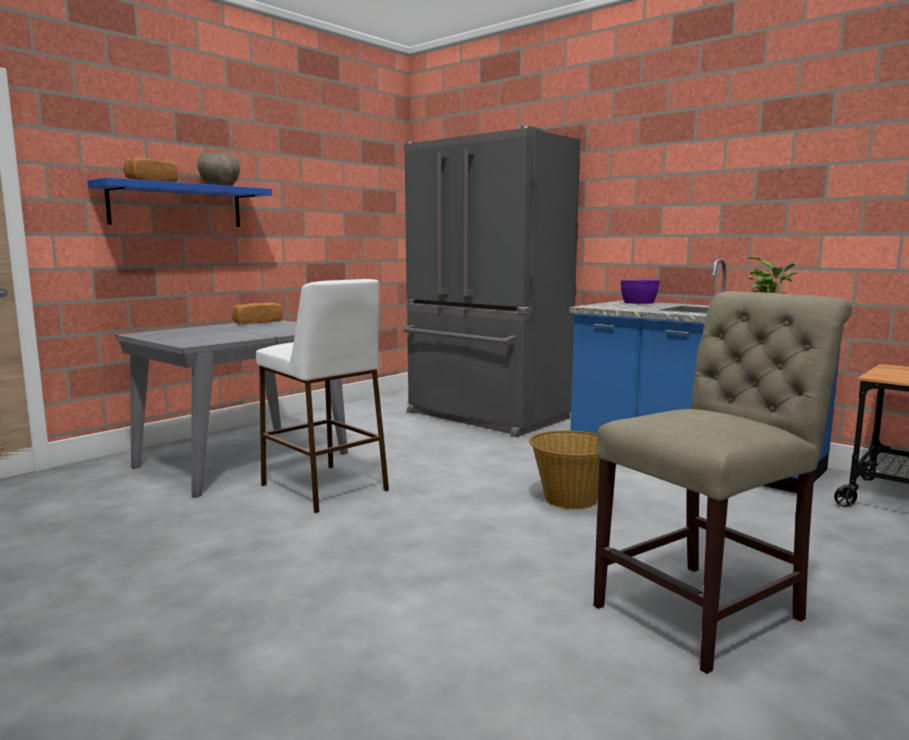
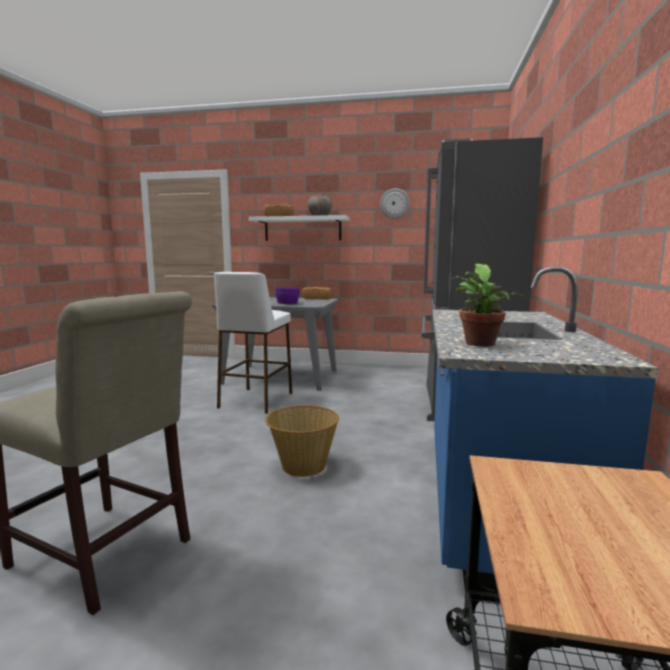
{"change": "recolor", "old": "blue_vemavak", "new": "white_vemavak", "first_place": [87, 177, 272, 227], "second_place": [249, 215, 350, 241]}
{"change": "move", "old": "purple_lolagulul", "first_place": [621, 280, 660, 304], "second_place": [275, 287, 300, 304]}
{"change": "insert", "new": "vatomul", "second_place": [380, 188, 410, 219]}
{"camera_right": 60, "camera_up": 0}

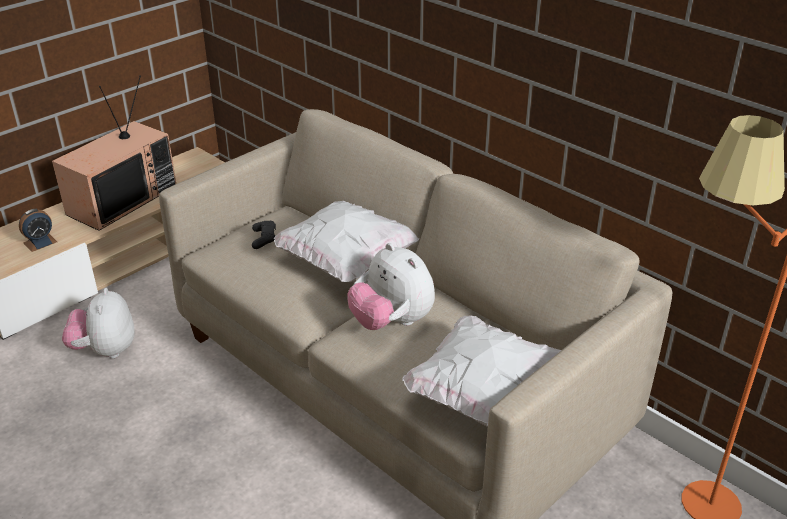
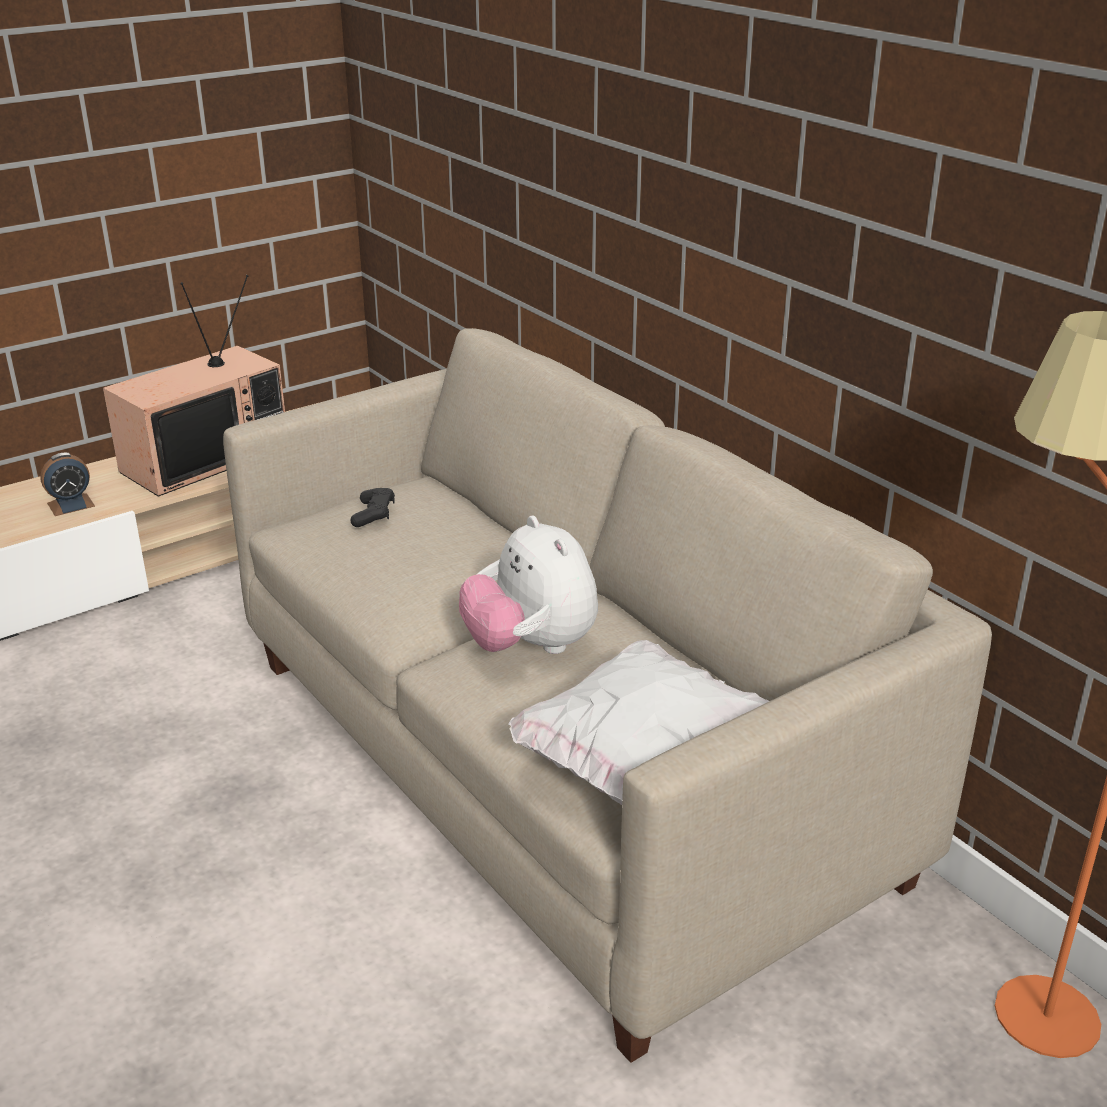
{"change": "delete", "old": "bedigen", "first_place": [62, 288, 135, 358]}
{"change": "delete", "old": "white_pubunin", "first_place": [274, 201, 419, 282]}
{"camera_right": 10, "camera_up": -5}

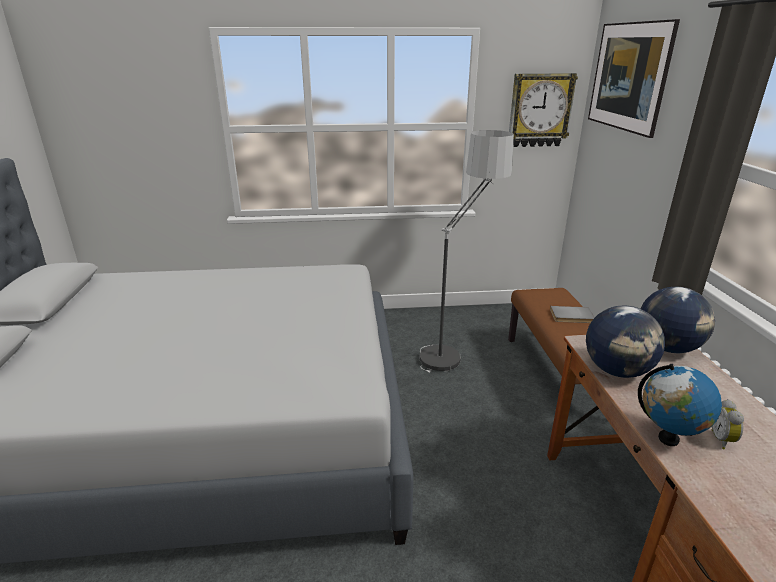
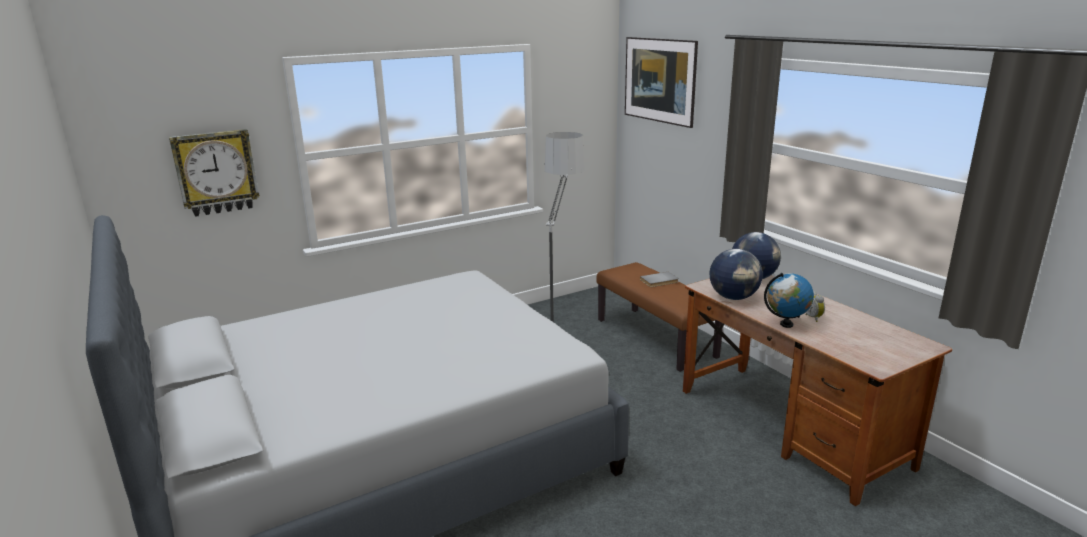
{"change": "move", "old": "vatomul", "first_place": [509, 73, 578, 147], "second_place": [169, 129, 260, 217]}
{"camera_right": -25, "camera_up": -5}

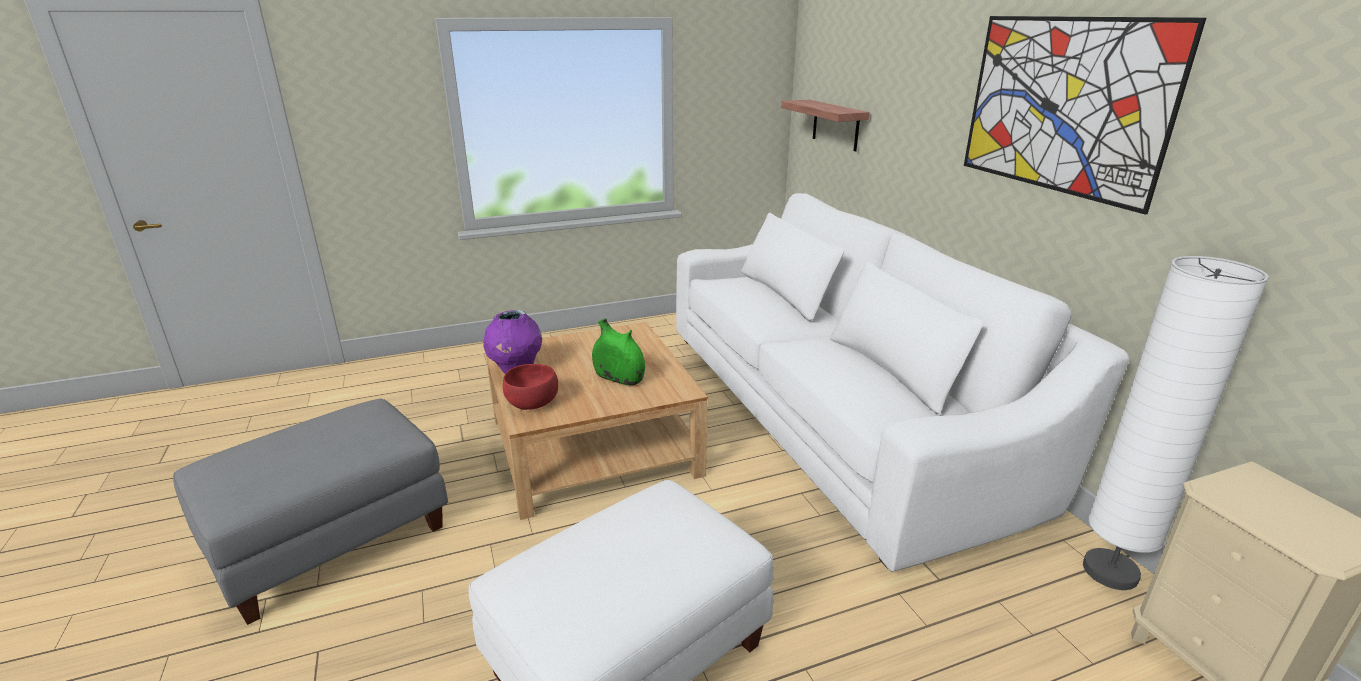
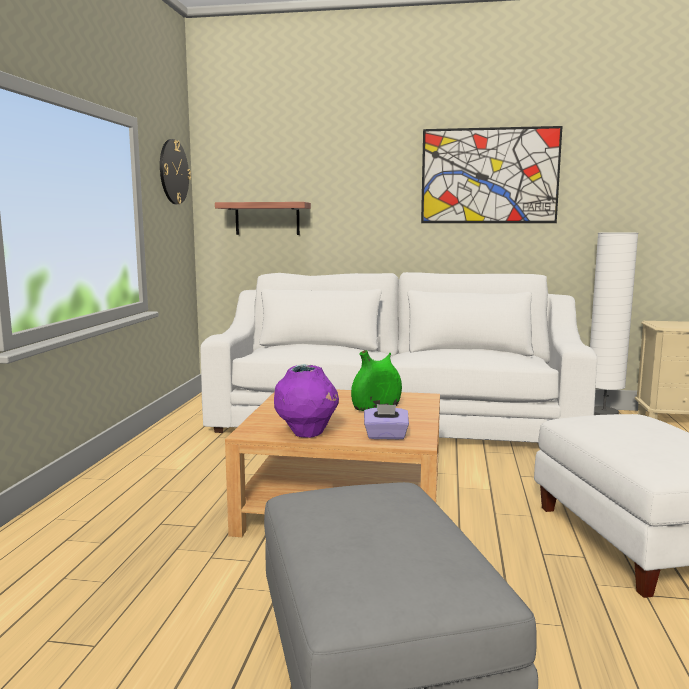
{"change": "replace", "old": "red_lolagulul", "new": "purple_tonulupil", "first_place": [503, 364, 558, 410], "second_place": [364, 404, 409, 439]}
{"change": "insert", "new": "vatomul", "second_place": [160, 139, 191, 204]}
{"camera_right": -60, "camera_up": -15}

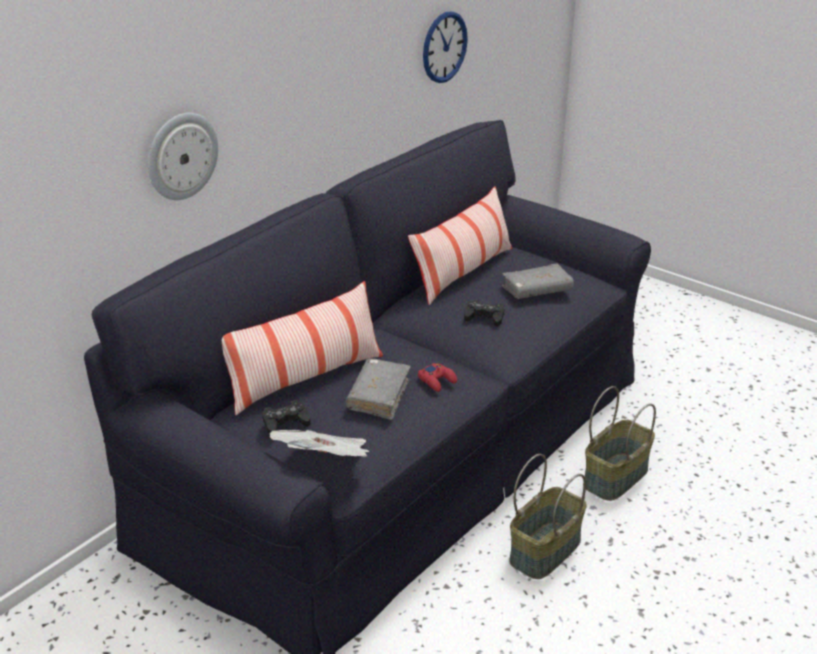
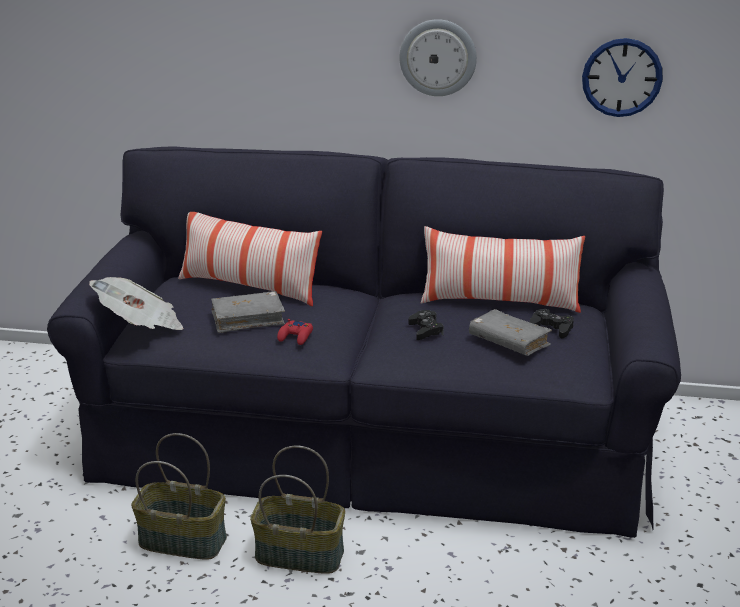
{"change": "move", "old": "vatomul", "first_place": [148, 113, 218, 200], "second_place": [399, 19, 477, 96]}
{"change": "move", "old": "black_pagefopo", "first_place": [262, 400, 311, 435], "second_place": [530, 309, 574, 339]}
{"change": "move", "old": "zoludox", "first_place": [583, 386, 656, 501], "second_place": [131, 433, 227, 559]}
{"camera_right": 60, "camera_up": -5}

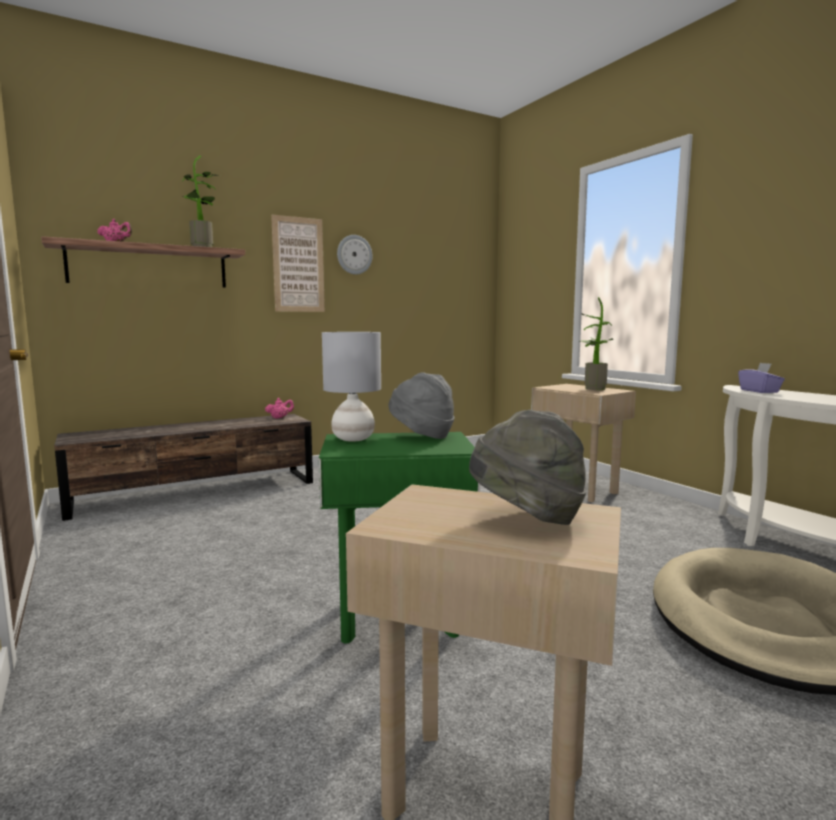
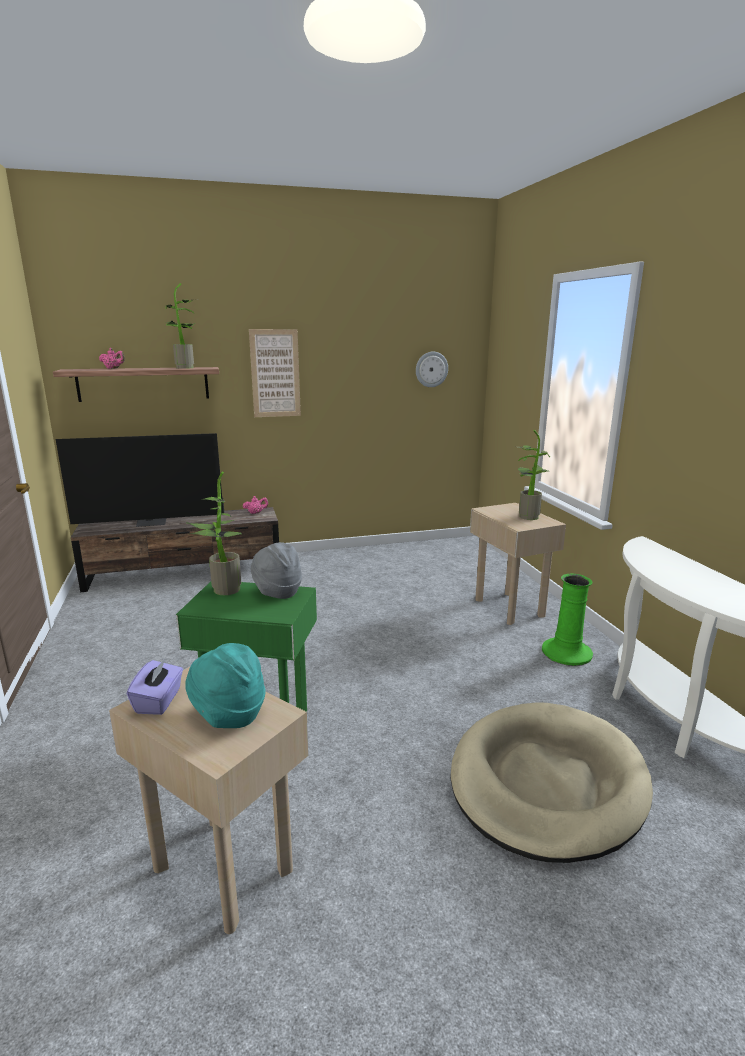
{"change": "replace", "old": "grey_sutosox", "new": "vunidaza", "first_place": [322, 332, 381, 442], "second_place": [186, 471, 242, 595]}
{"change": "move", "old": "vatomul", "first_place": [337, 235, 373, 275], "second_place": [416, 352, 448, 387]}
{"change": "recolor", "old": "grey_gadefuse", "new": "turquoise_gadefuse", "first_place": [469, 410, 586, 525], "second_place": [185, 643, 266, 728]}
{"change": "move", "old": "purple_tonulupil", "first_place": [738, 363, 785, 393], "second_place": [127, 659, 183, 715]}
{"change": "insert", "new": "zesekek", "second_place": [56, 433, 224, 527]}
{"change": "insert", "new": "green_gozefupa", "second_place": [542, 574, 593, 666]}
{"camera_right": 15, "camera_up": 10}

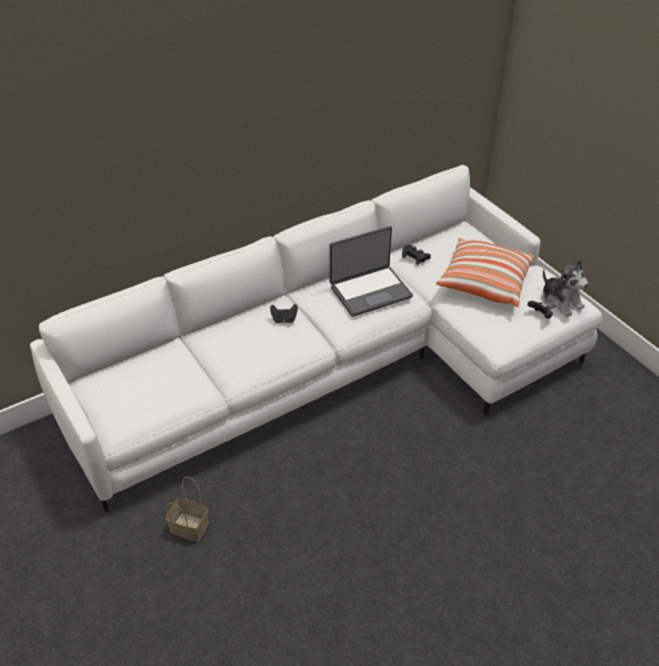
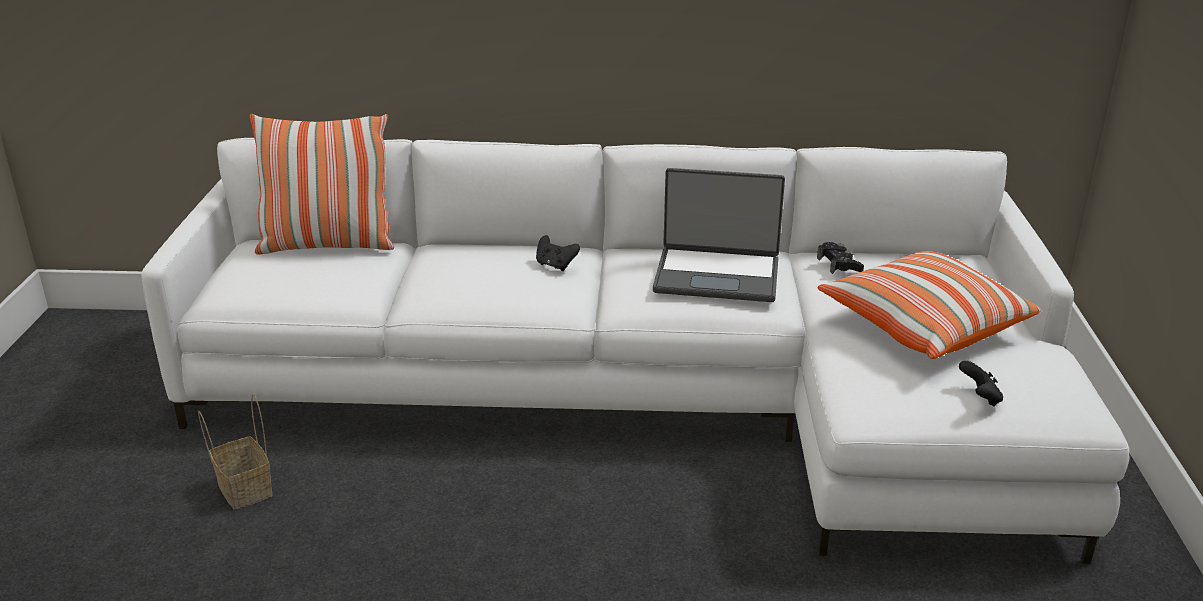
{"change": "delete", "old": "bedigen", "first_place": [543, 259, 589, 317]}
{"change": "insert", "new": "pubunin", "second_place": [250, 114, 394, 255]}
{"camera_right": 35, "camera_up": -15}

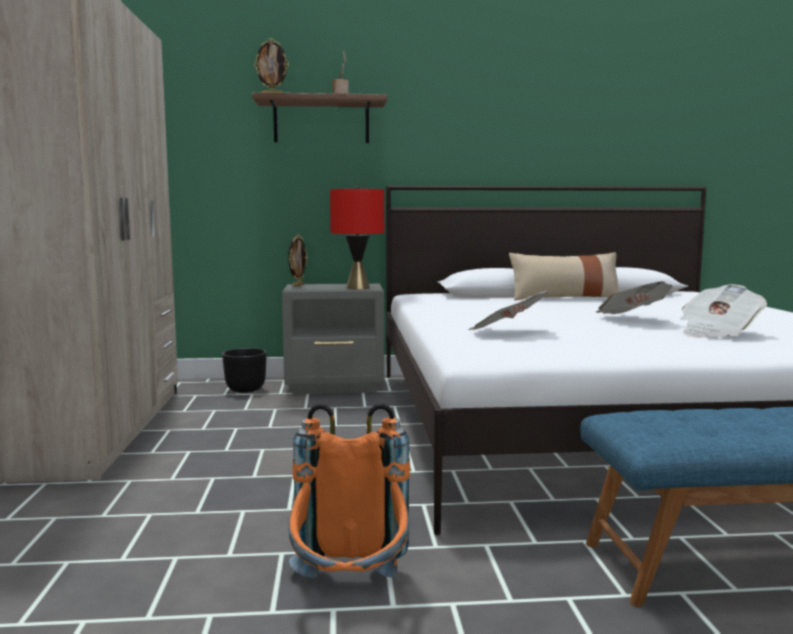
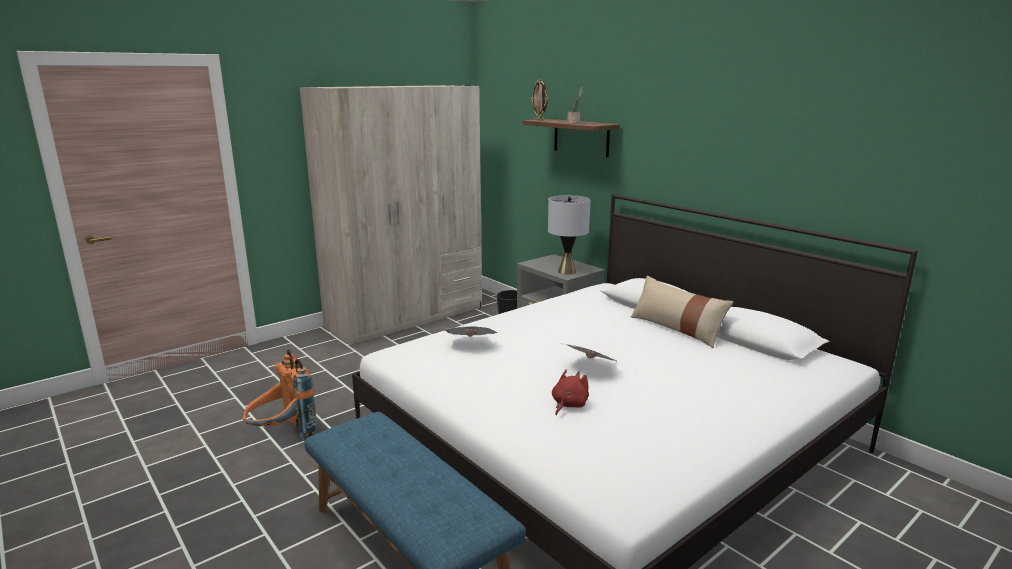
{"change": "delete", "old": "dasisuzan", "first_place": [288, 235, 308, 286]}
{"change": "recolor", "old": "red_sutosox", "new": "grey_sutosox", "first_place": [330, 186, 384, 290], "second_place": [548, 195, 591, 274]}
{"change": "replace", "old": "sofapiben", "new": "red_bedigen", "first_place": [680, 284, 767, 338], "second_place": [552, 370, 589, 415]}
{"camera_right": 55, "camera_up": 10}

